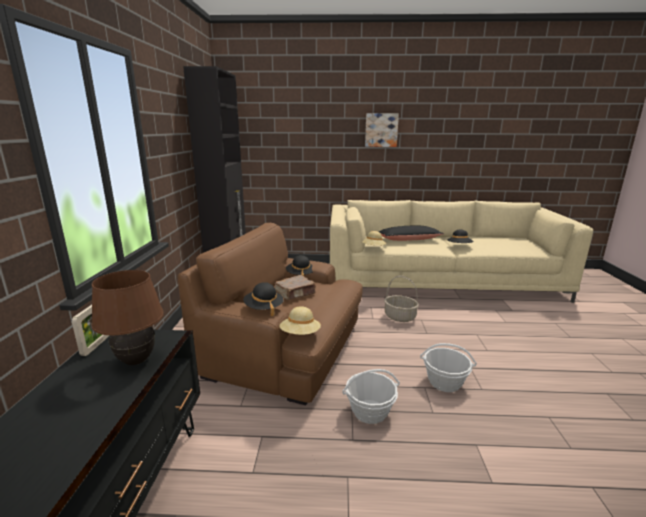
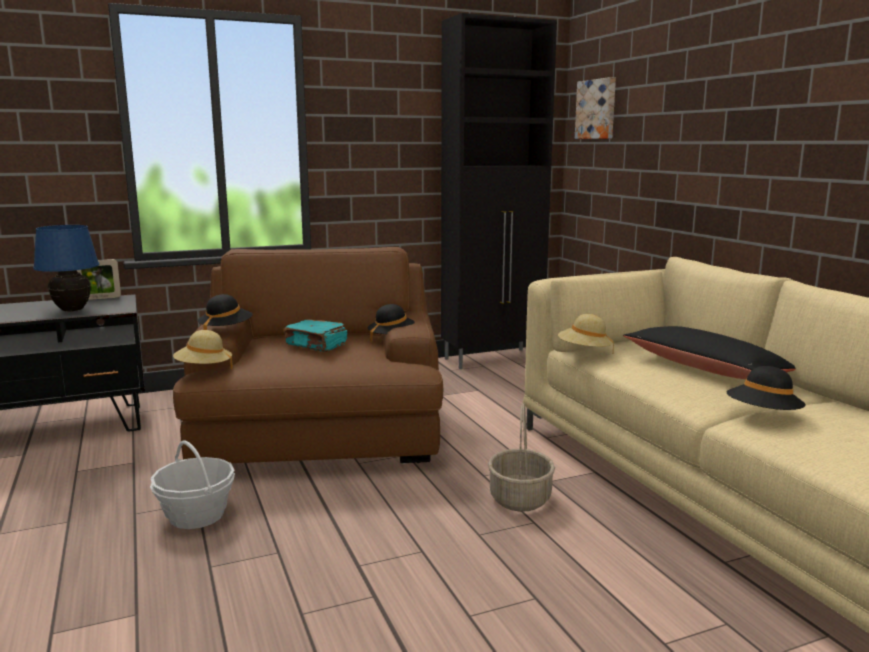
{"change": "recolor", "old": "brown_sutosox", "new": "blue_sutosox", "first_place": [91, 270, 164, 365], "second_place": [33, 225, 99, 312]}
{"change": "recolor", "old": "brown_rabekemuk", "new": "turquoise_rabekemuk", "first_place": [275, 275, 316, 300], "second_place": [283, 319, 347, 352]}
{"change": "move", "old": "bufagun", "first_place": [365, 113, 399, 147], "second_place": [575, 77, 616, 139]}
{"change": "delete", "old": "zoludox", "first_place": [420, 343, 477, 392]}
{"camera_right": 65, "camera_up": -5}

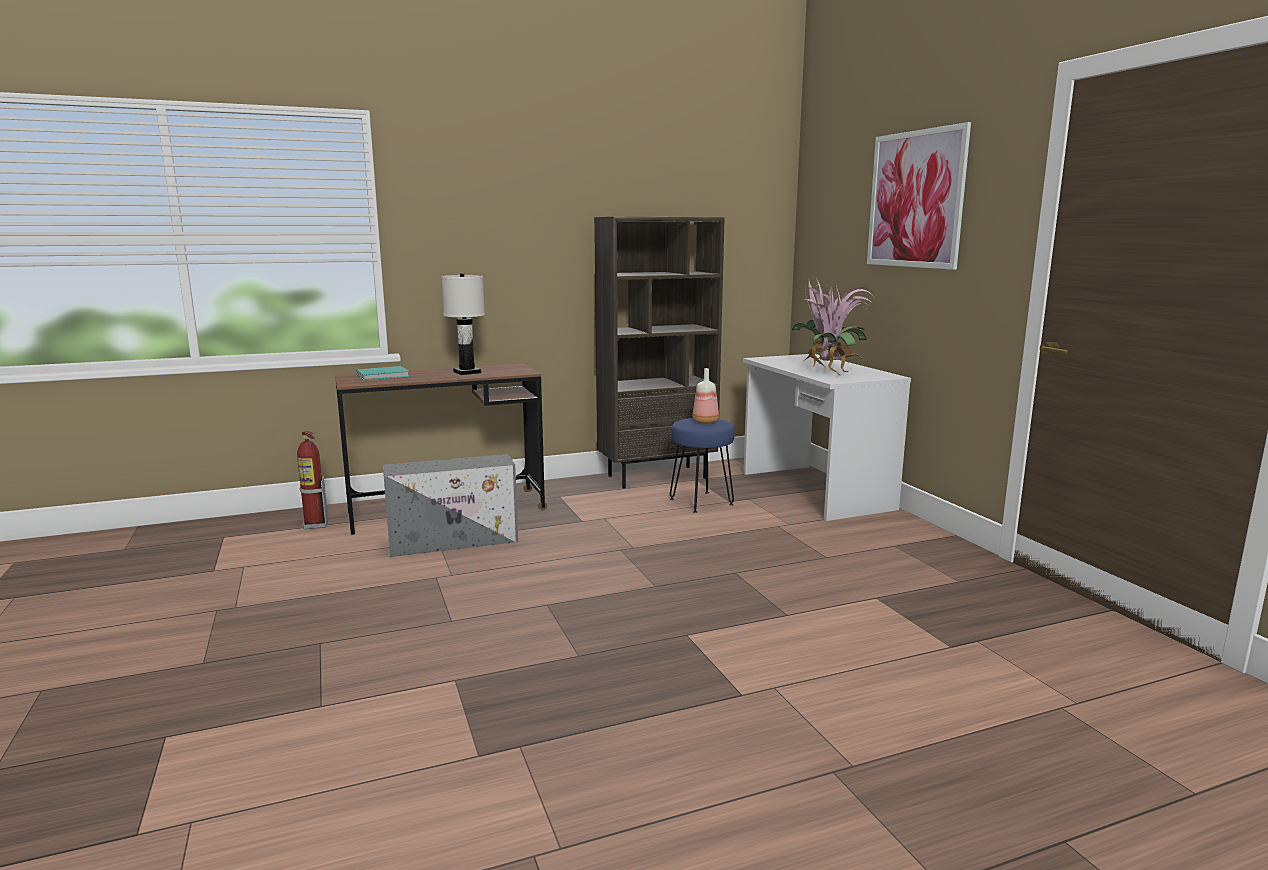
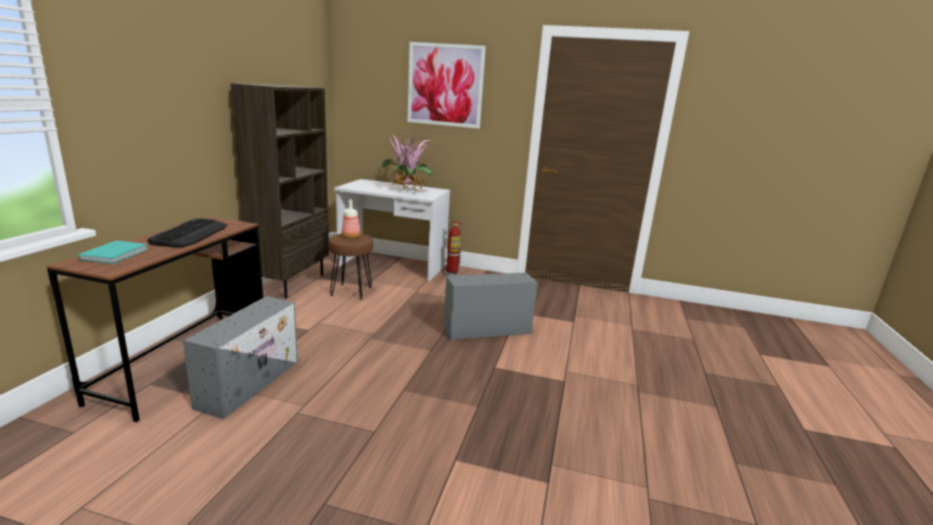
{"change": "move", "old": "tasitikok", "first_place": [297, 431, 328, 530], "second_place": [444, 221, 463, 275]}
{"change": "replace", "old": "white_sutosox", "new": "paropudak", "first_place": [441, 273, 485, 375], "second_place": [147, 218, 227, 247]}
{"change": "recolor", "old": "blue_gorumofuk", "new": "brown_gorumofuk", "first_place": [670, 418, 735, 513], "second_place": [328, 234, 373, 299]}
{"change": "insert", "new": "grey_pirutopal", "second_place": [443, 273, 538, 340]}
{"camera_right": -55, "camera_up": 5}

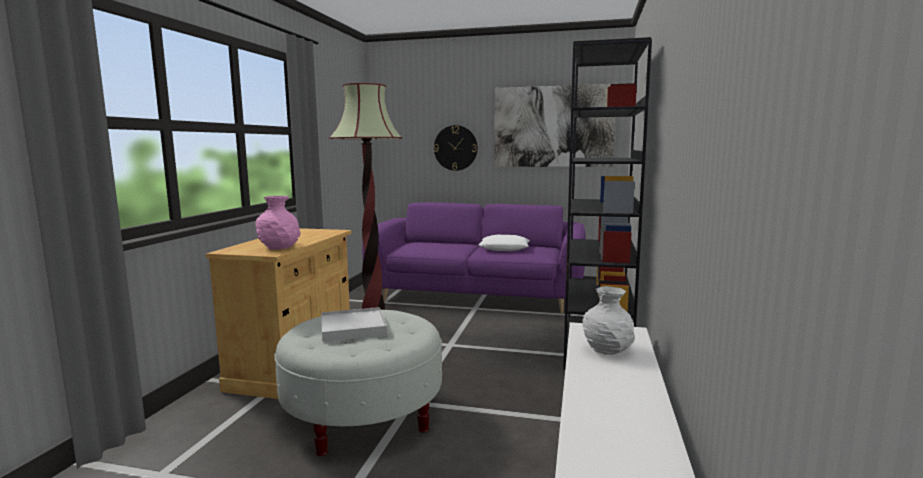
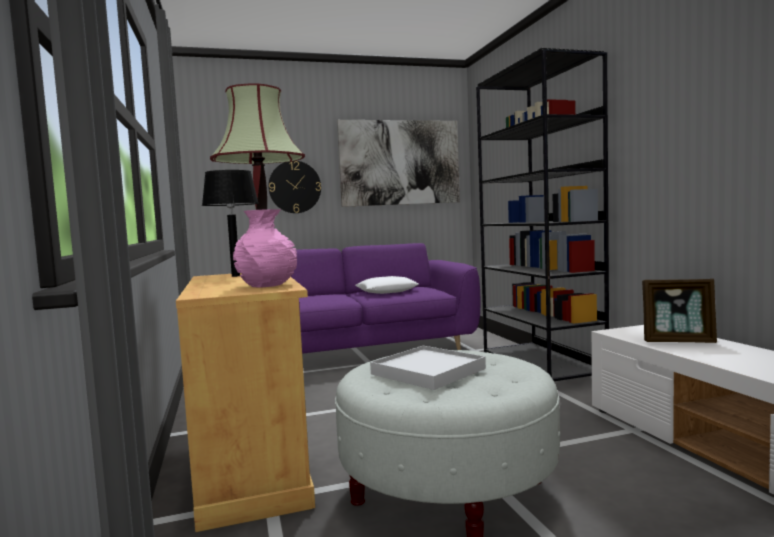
{"change": "replace", "old": "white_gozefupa", "new": "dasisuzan", "first_place": [582, 286, 635, 355], "second_place": [642, 279, 717, 343]}
{"change": "insert", "new": "black_sutosox", "second_place": [202, 170, 259, 277]}
{"camera_right": -30, "camera_up": -5}

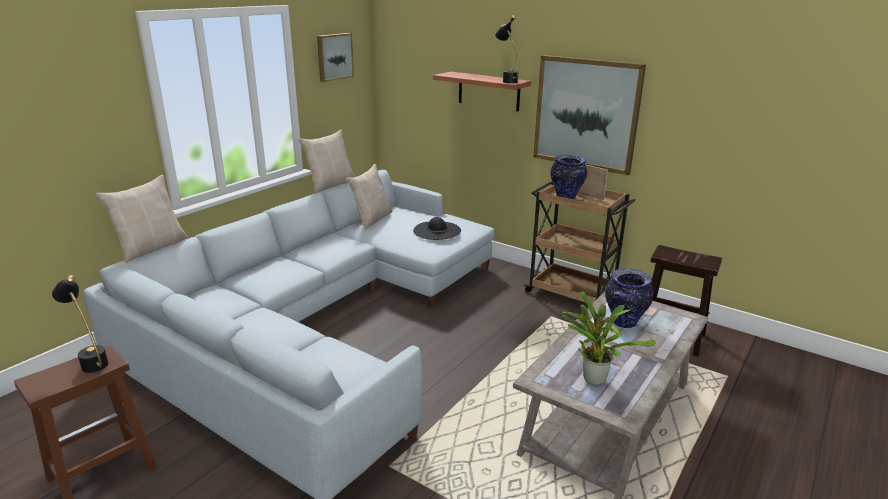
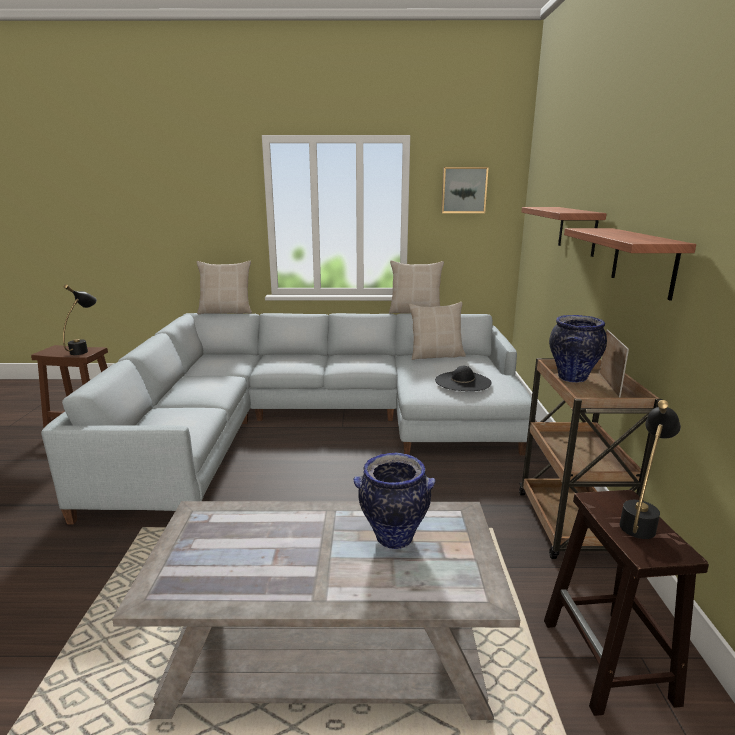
{"change": "move", "old": "black_sutosox", "first_place": [495, 15, 519, 83], "second_place": [619, 400, 681, 539]}
{"change": "replace", "old": "bufagun", "new": "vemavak", "first_place": [533, 55, 646, 175], "second_place": [564, 228, 696, 300]}
{"change": "delete", "old": "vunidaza", "first_place": [562, 291, 656, 385]}
{"camera_right": 55, "camera_up": -5}

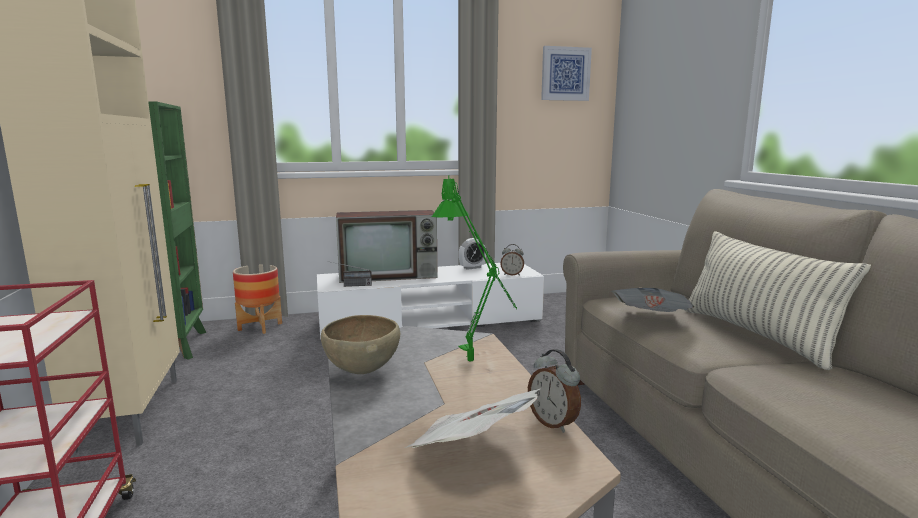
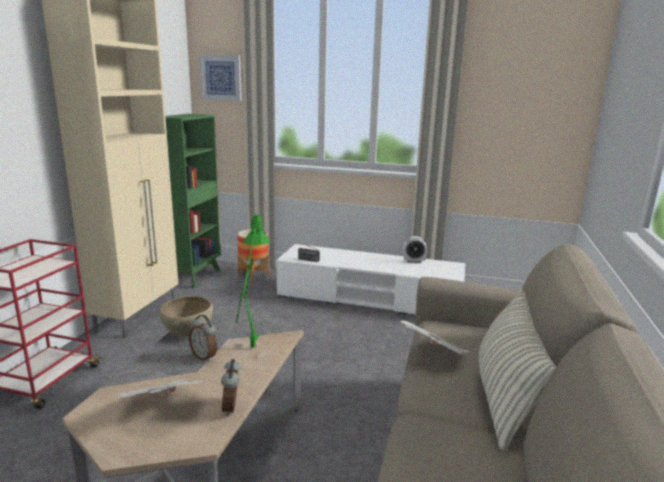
{"change": "delete", "old": "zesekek", "first_place": [336, 210, 437, 283]}
{"change": "move", "old": "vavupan", "first_place": [500, 244, 524, 276], "second_place": [189, 315, 217, 362]}
{"change": "move", "old": "bufagun", "first_place": [541, 46, 592, 101], "second_place": [199, 55, 242, 101]}
{"camera_right": 30, "camera_up": 5}

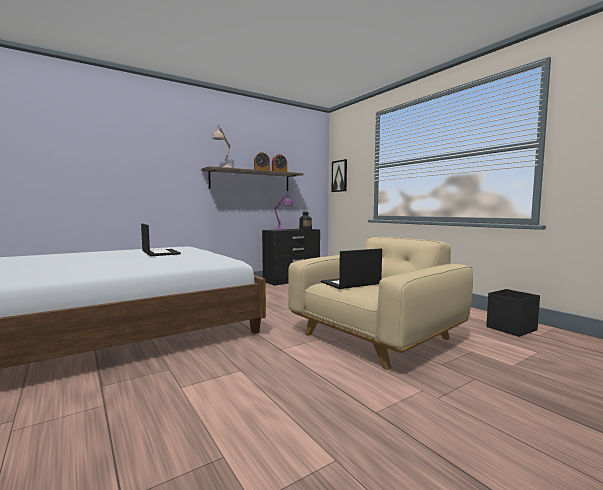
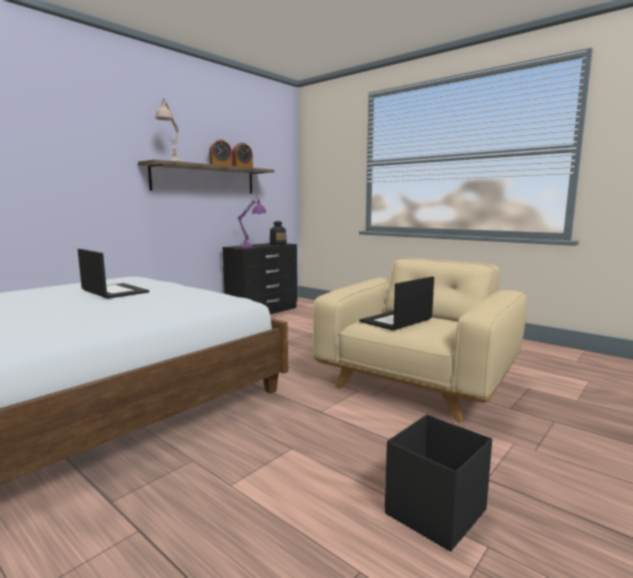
{"change": "delete", "old": "bufagun", "first_place": [332, 159, 347, 192]}
{"change": "move", "old": "black_pirutopal", "first_place": [486, 289, 540, 337], "second_place": [385, 414, 492, 552]}
{"camera_right": -15, "camera_up": 5}

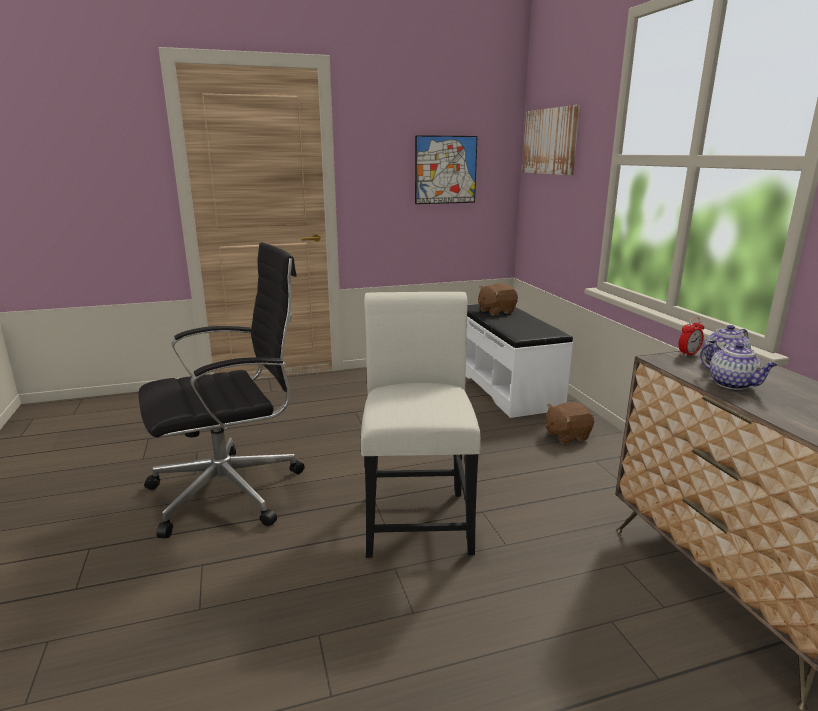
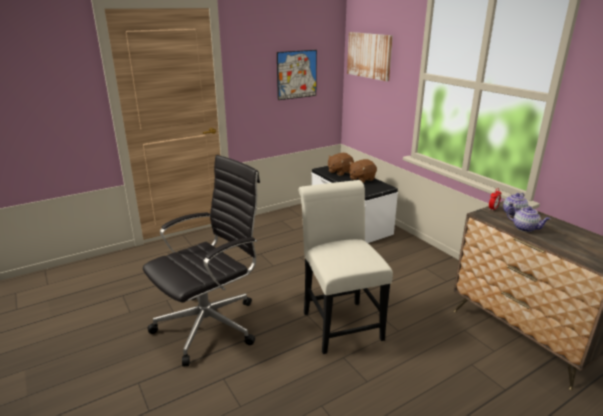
{"change": "move", "old": "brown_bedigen", "first_place": [545, 402, 594, 444], "second_place": [349, 159, 377, 183]}
{"camera_right": -15, "camera_up": 5}

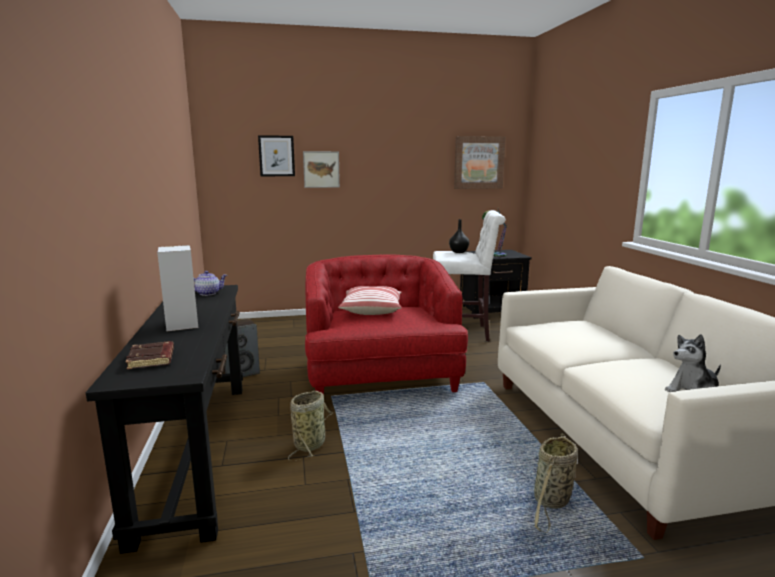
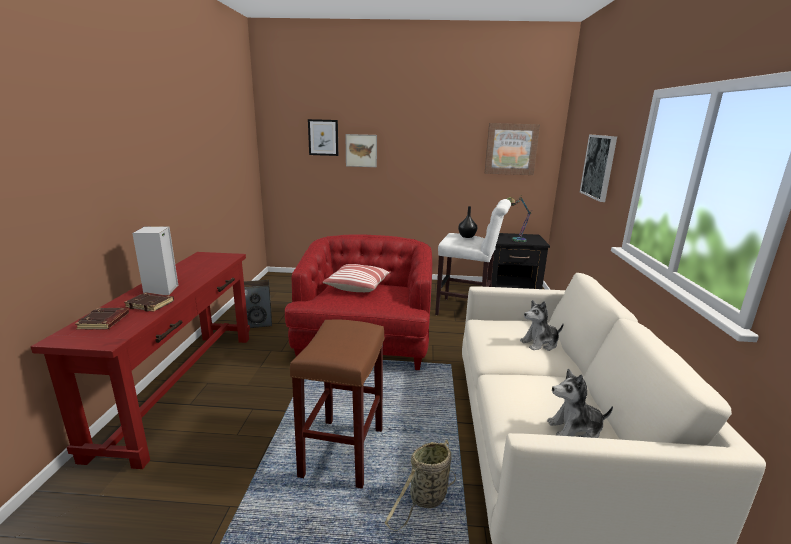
{"change": "recolor", "old": "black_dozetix", "new": "red_dozetix", "first_place": [86, 285, 243, 554], "second_place": [31, 252, 250, 469]}
{"change": "delete", "old": "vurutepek", "first_place": [194, 271, 227, 296]}
{"change": "delete", "old": "zoludox", "first_place": [288, 391, 334, 460]}
{"change": "insert", "new": "brown_rabekemuk", "second_place": [124, 292, 174, 312]}
{"change": "insert", "new": "brown_gorumofuk", "second_place": [290, 320, 385, 489]}
{"change": "insert", "new": "bedigen", "second_place": [520, 300, 564, 351]}
{"change": "insert", "new": "bufagun", "second_place": [580, 135, 617, 202]}
{"camera_right": 15, "camera_up": 5}

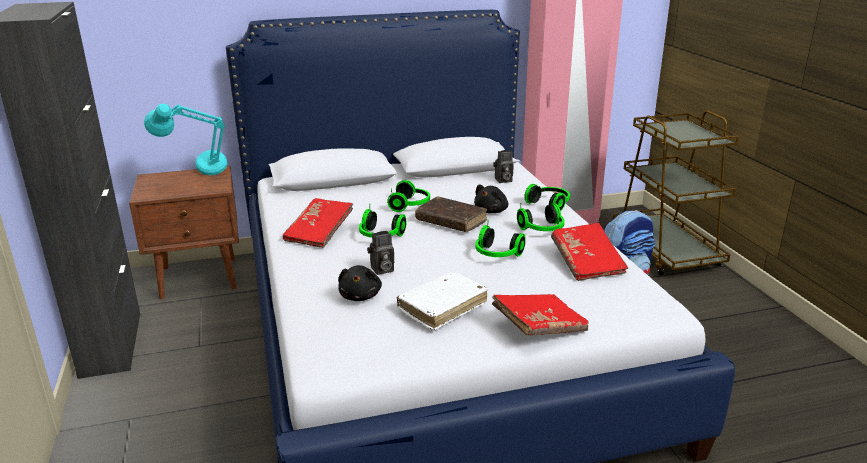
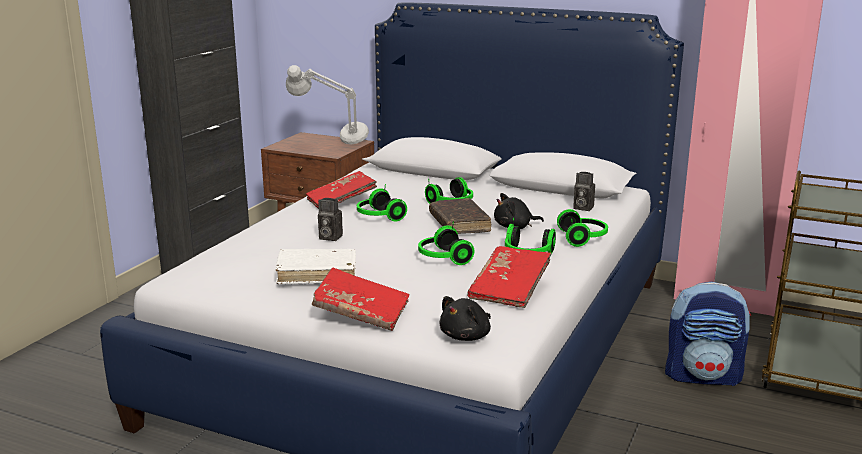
{"change": "recolor", "old": "turquoise_sutosox", "new": "grey_sutosox", "first_place": [144, 104, 228, 175], "second_place": [286, 65, 369, 145]}
{"change": "move", "old": "black_bedigen", "first_place": [338, 265, 382, 301], "second_place": [440, 296, 491, 341]}
{"camera_right": 40, "camera_up": -5}

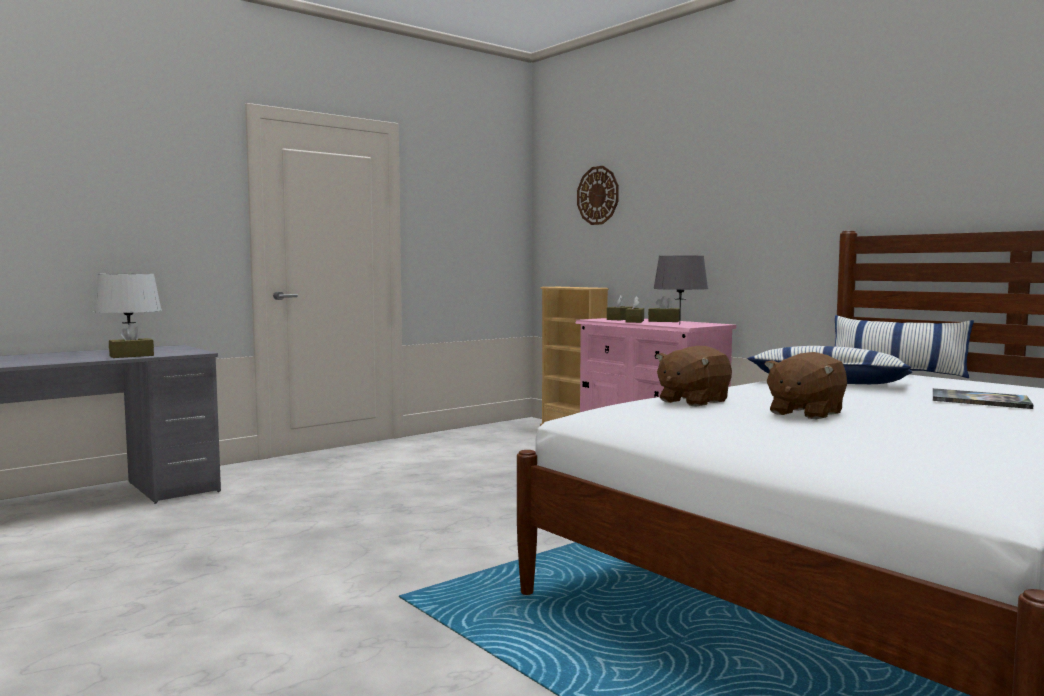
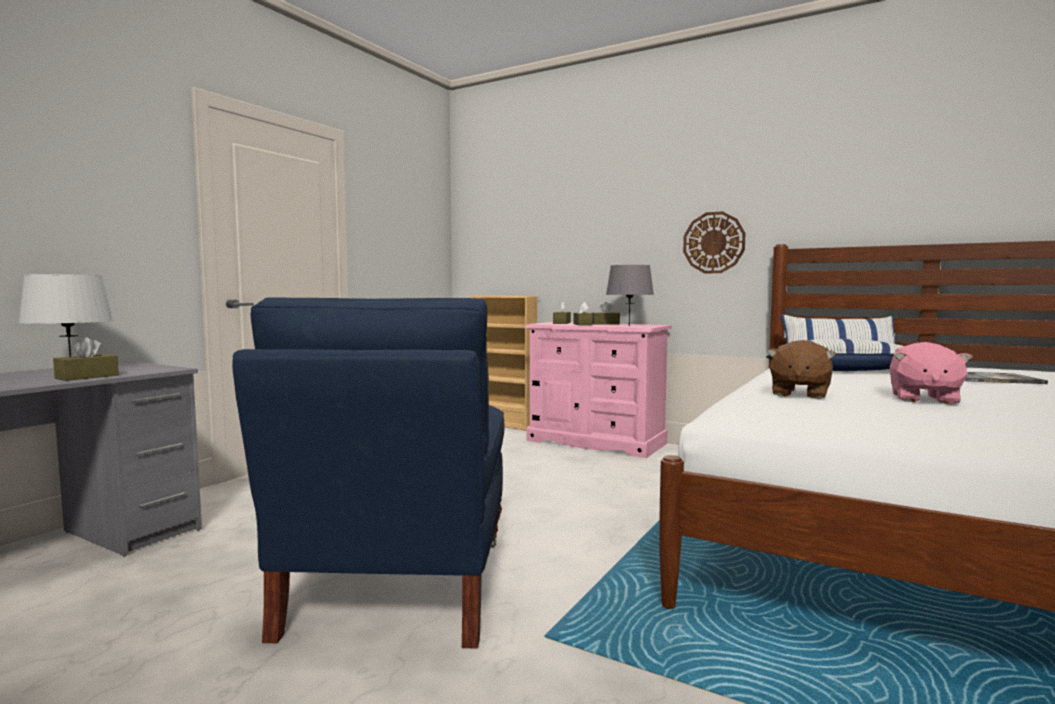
{"change": "move", "old": "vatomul", "first_place": [577, 166, 619, 225], "second_place": [683, 211, 746, 273]}
{"change": "recolor", "old": "brown_bedigen", "new": "pink_bedigen", "first_place": [765, 352, 847, 419], "second_place": [890, 342, 973, 405]}
{"change": "insert", "new": "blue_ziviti", "second_place": [232, 298, 505, 649]}
{"camera_right": -20, "camera_up": 0}

